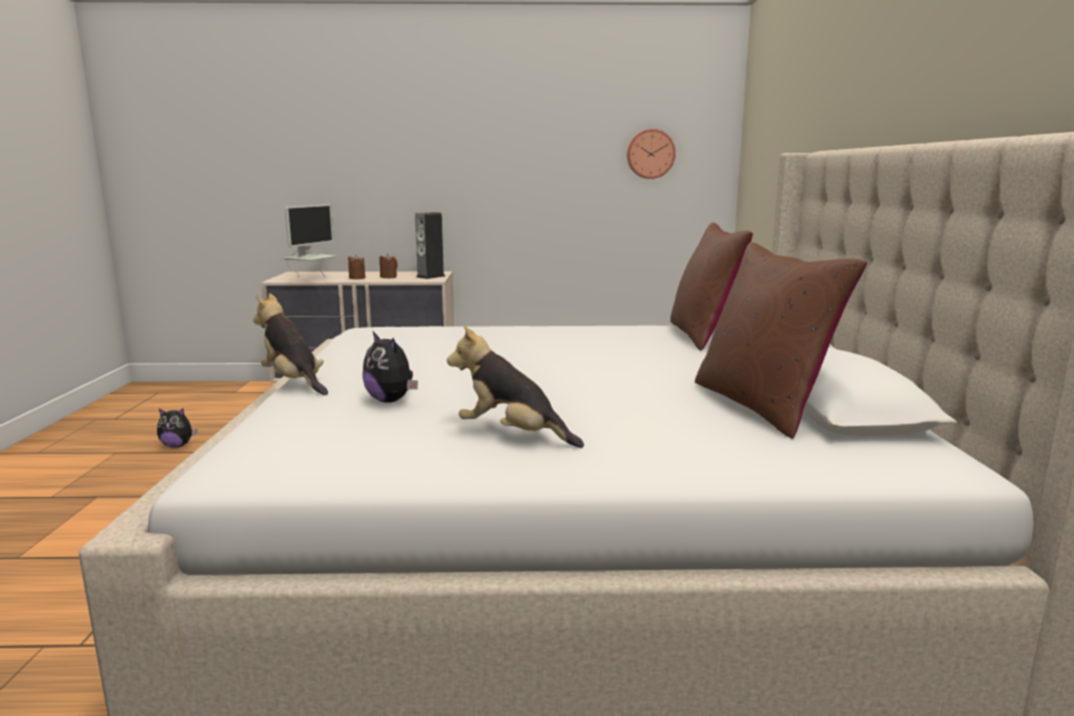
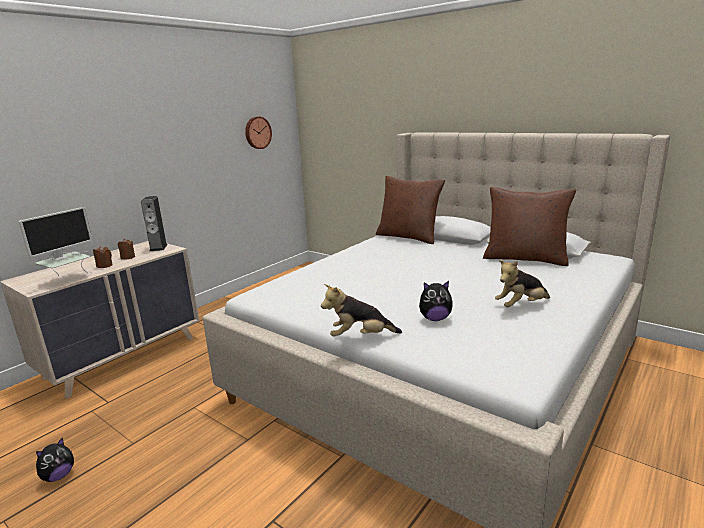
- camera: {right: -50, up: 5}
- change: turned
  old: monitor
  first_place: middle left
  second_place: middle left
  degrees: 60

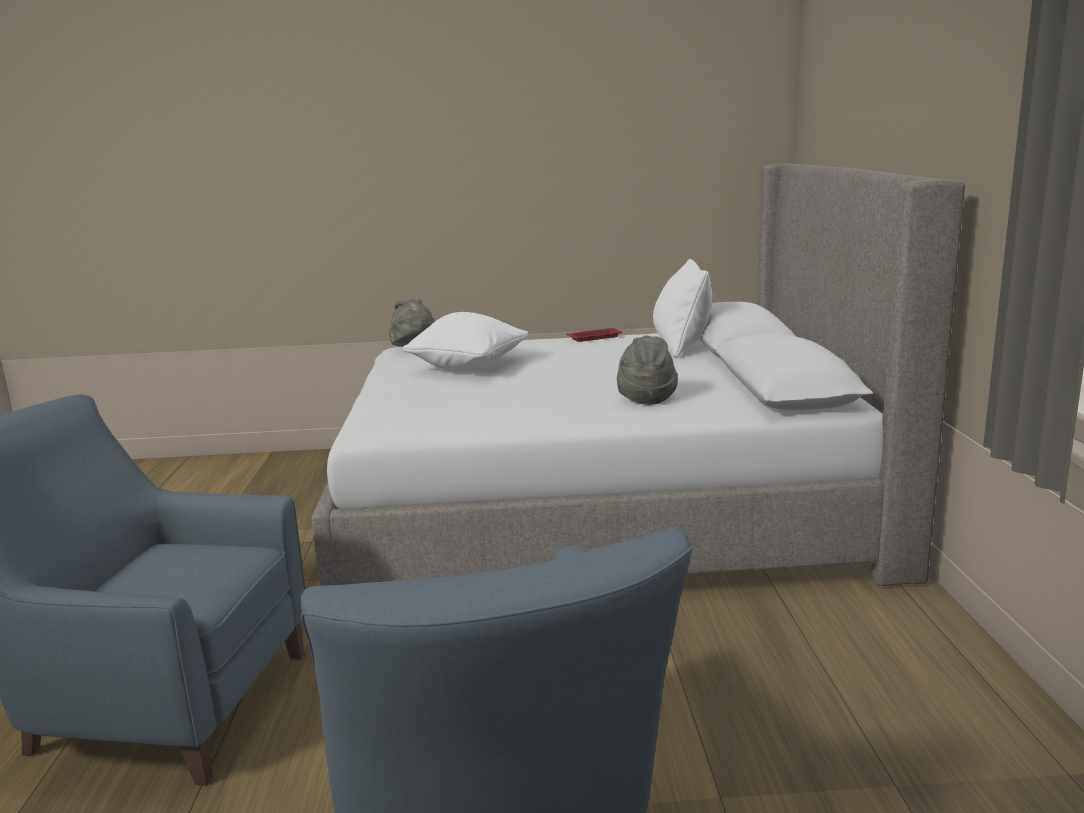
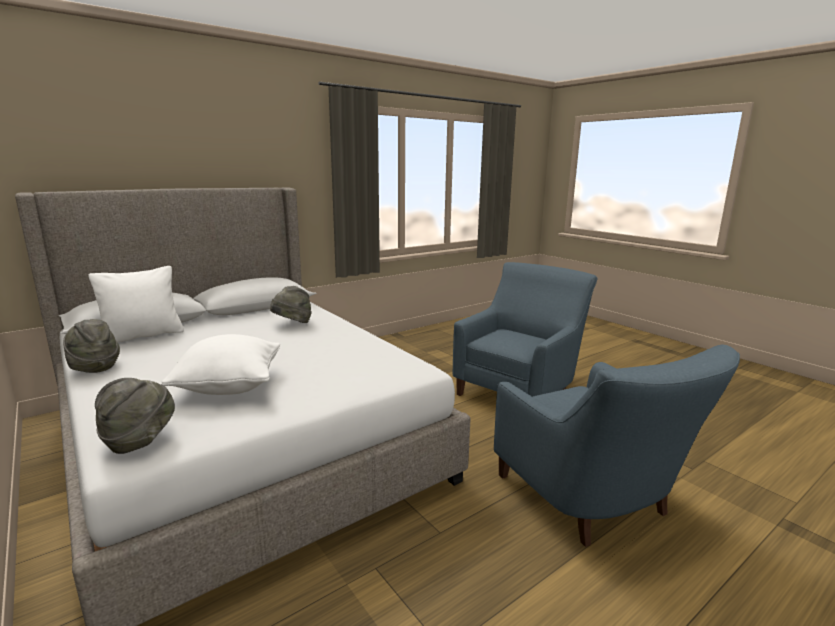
- camera: {right: -125, up: 0}
- change: replaced
  old: red_tray
  new: grey_hat (1st from left)
  first_place: centre
  second_place: middle left

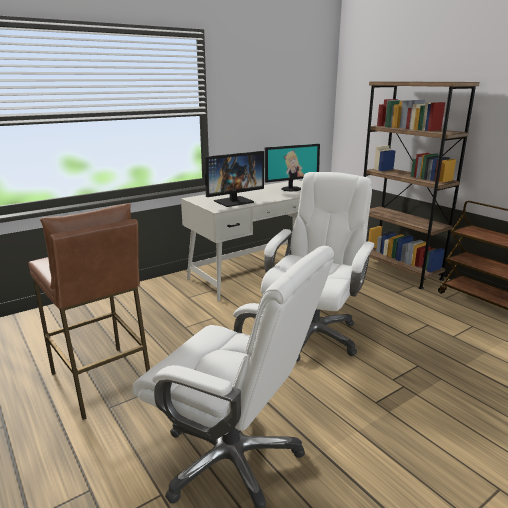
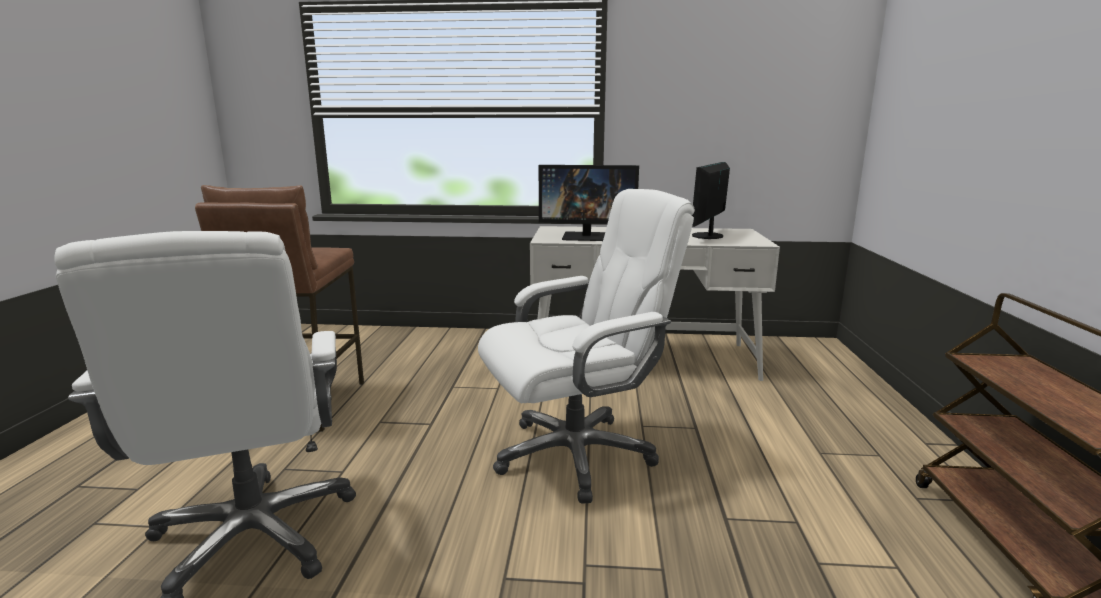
- camera: {right: 40, up: -5}
- change: removed
  old: brown_bookcase
  first_place: middle right
- change: turned
  old: monitor (2nd from left)
  first_place: top centre
  second_place: centre
  degrees: 105

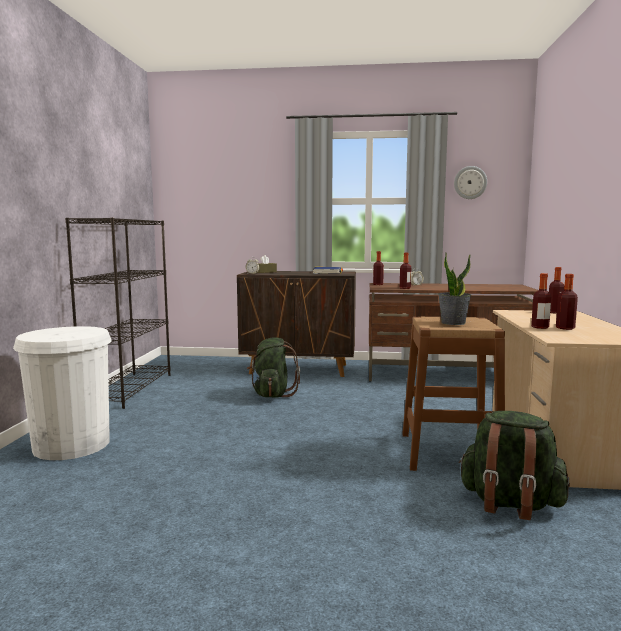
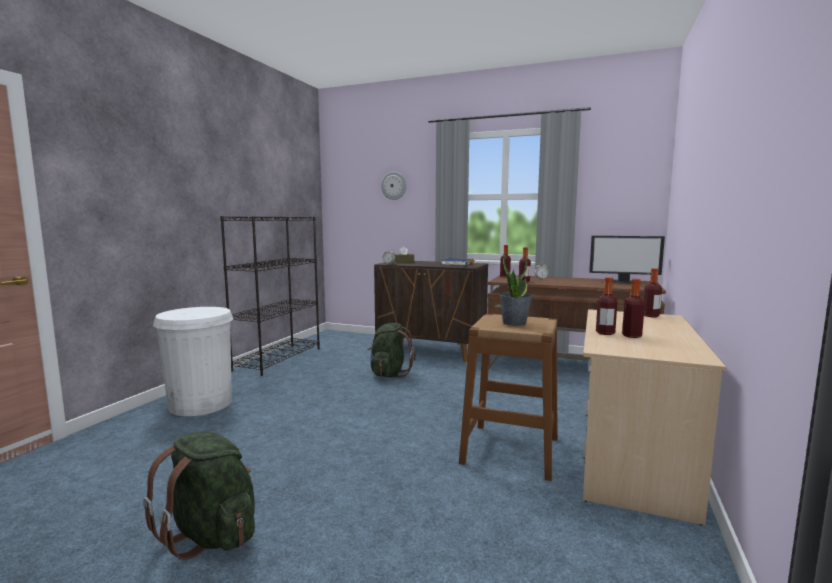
- camera: {right: 15, up: 0}
- change: added
  new: monitor
  second_place: middle right
- change: moved
  old: wall_clock
  first_place: top right
  second_place: top centre
- change: moved
  old: green_backpack (2nd from left in the first image)
  new: green_backpack (1st from left)
  first_place: bottom right
  second_place: bottom left

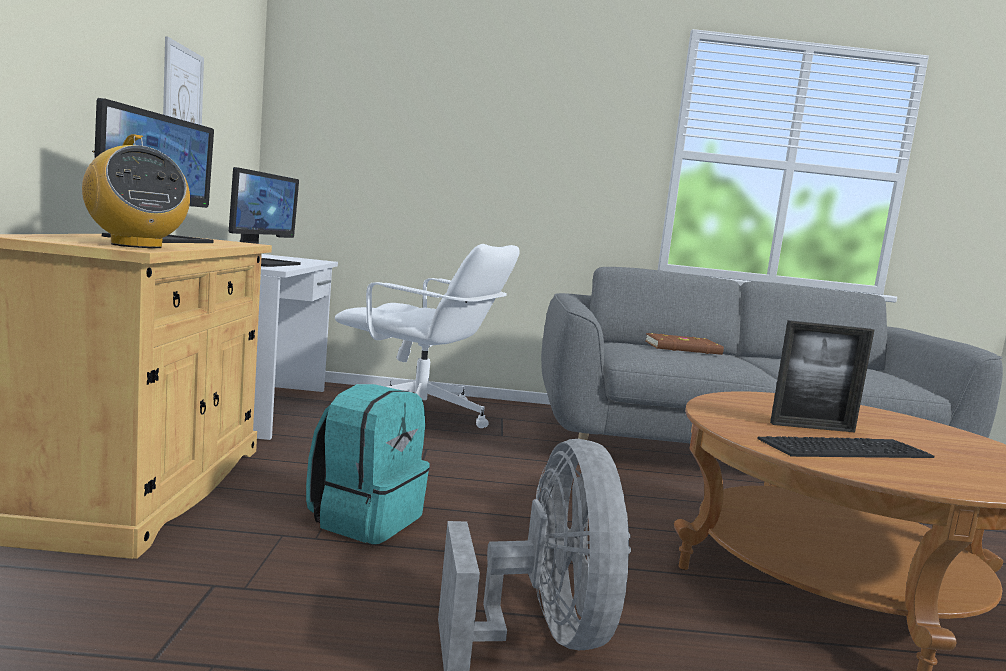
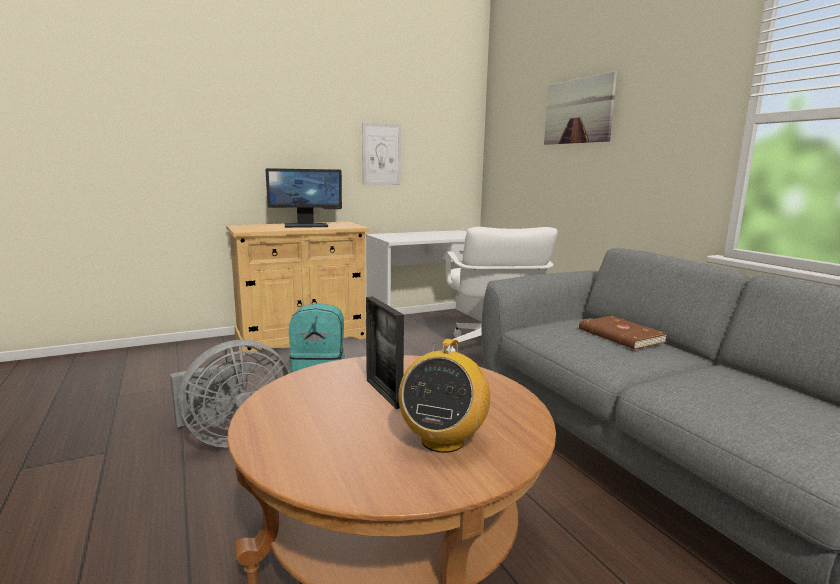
- camera: {right: 65, up: 5}
- change: removed
  old: monitor (2nd from left)
  first_place: top left
- change: removed
  old: keyboard
  first_place: middle right
- change: added
  new: picture (2nd from left)
  second_place: top right
- change: moved
  old: radio
  first_place: top left
  second_place: bottom centre

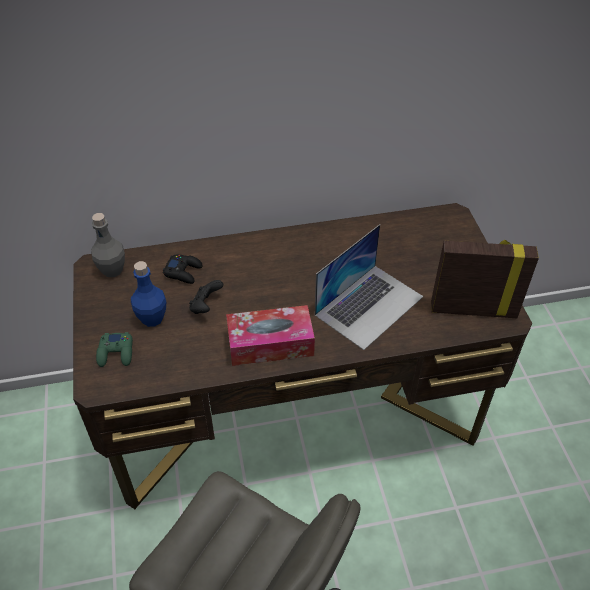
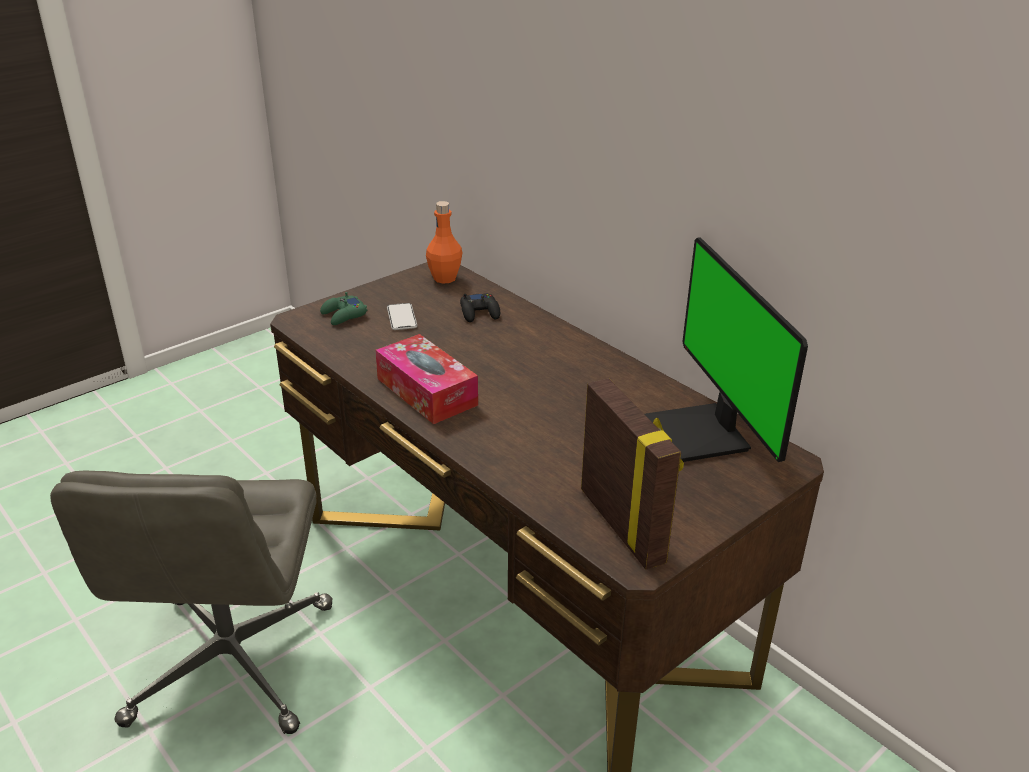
- camera: {right: 60, up: -15}
- change: removed
  old: black_game_controller (2nd from left)
  first_place: centre
- change: removed
  old: laptop
  first_place: centre
- change: added
  new: monitor
  second_place: middle right
- change: replaced
  old: blue_bottle
  new: phone
  first_place: middle left
  second_place: centre
- change: recoloured
  old: grey_bottle
  new: orange_bottle
  first_place: middle left
  second_place: top centre

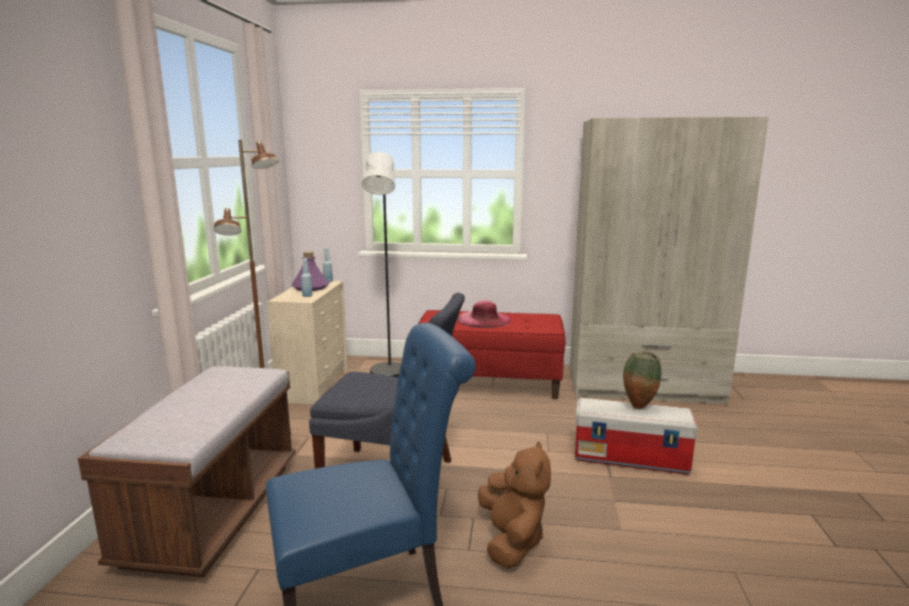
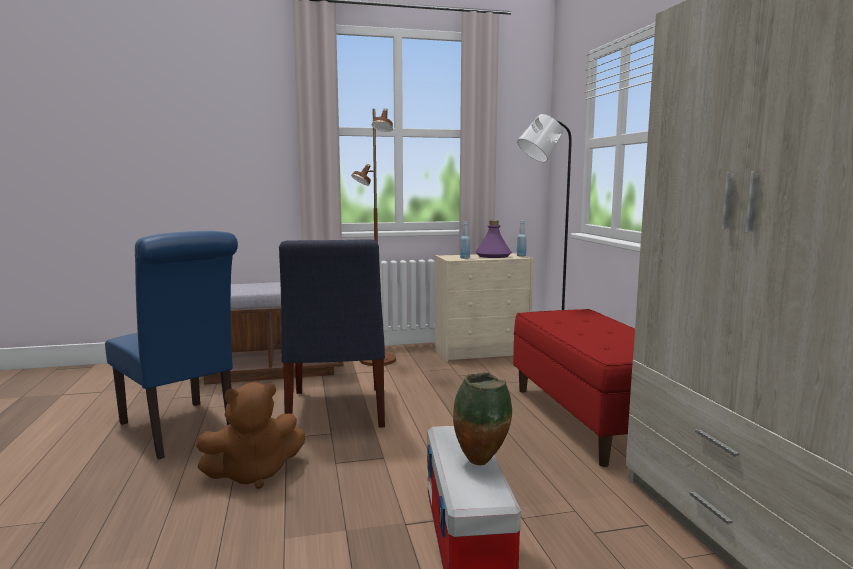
- camera: {right: 70, up: -5}
- change: removed
  old: pink_hat
  first_place: centre

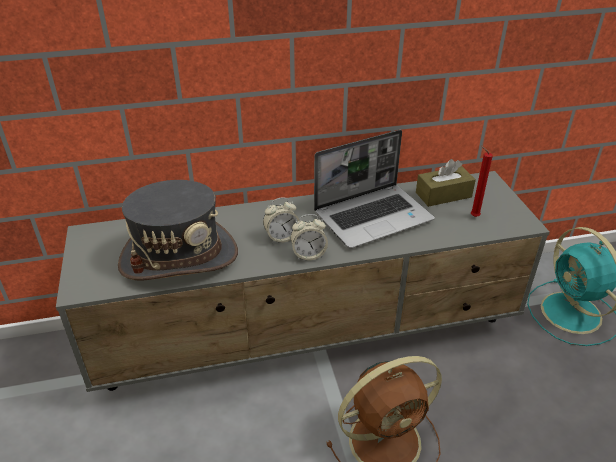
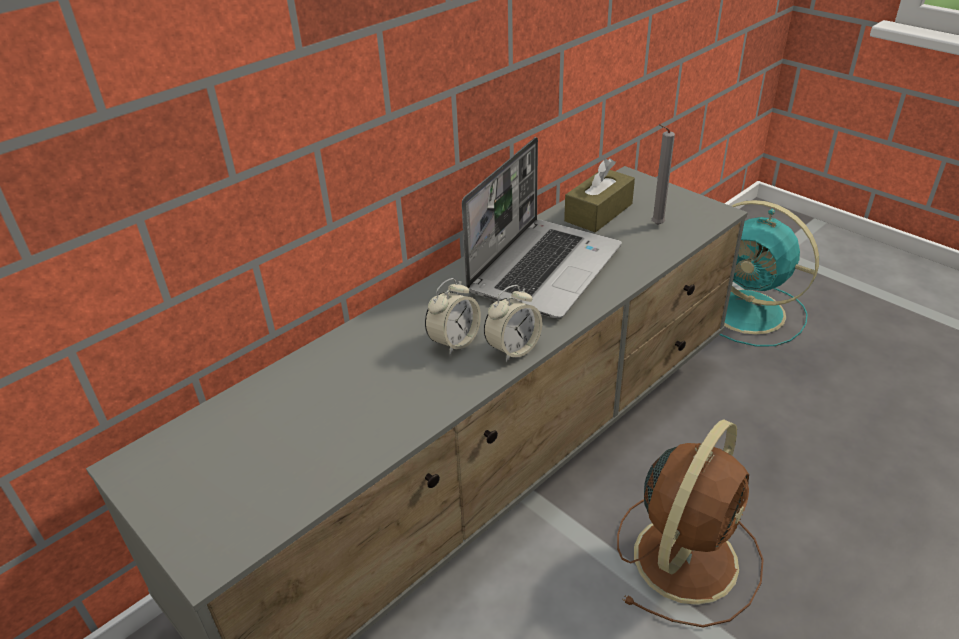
- camera: {right: -30, up: 0}
- change: removed
  old: grey_hat
  first_place: middle left
- change: recoloured
  old: red_candle
  new: grey_candle
  first_place: middle right
  second_place: top right

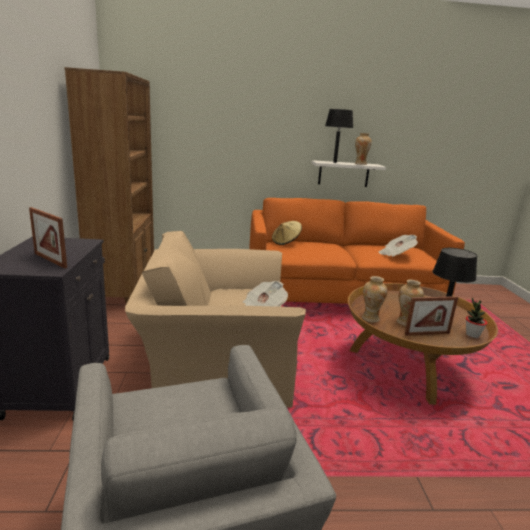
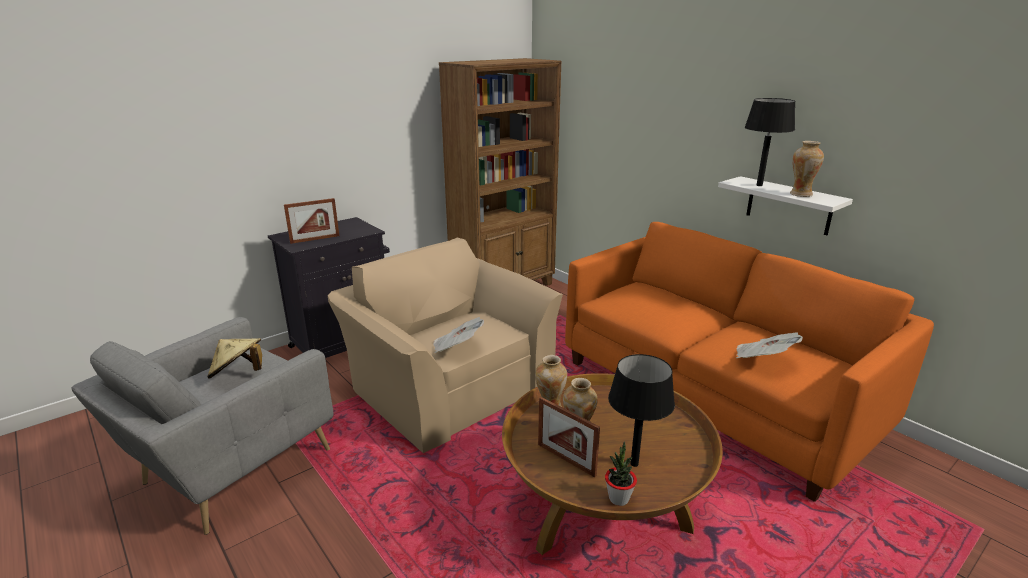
- camera: {right: 55, up: 5}
- change: moved
  old: beige_hat
  first_place: centre
  second_place: middle left
- change: turned
  old: picture_frame (1st from left)
  first_place: middle left
  second_place: middle left
  degrees: -120

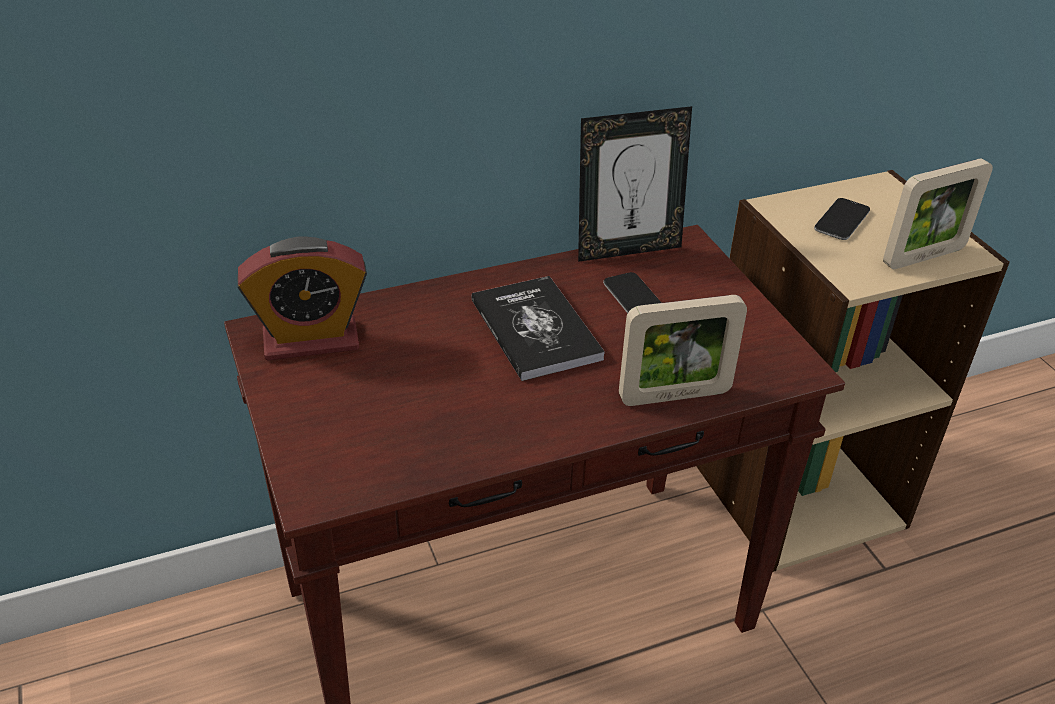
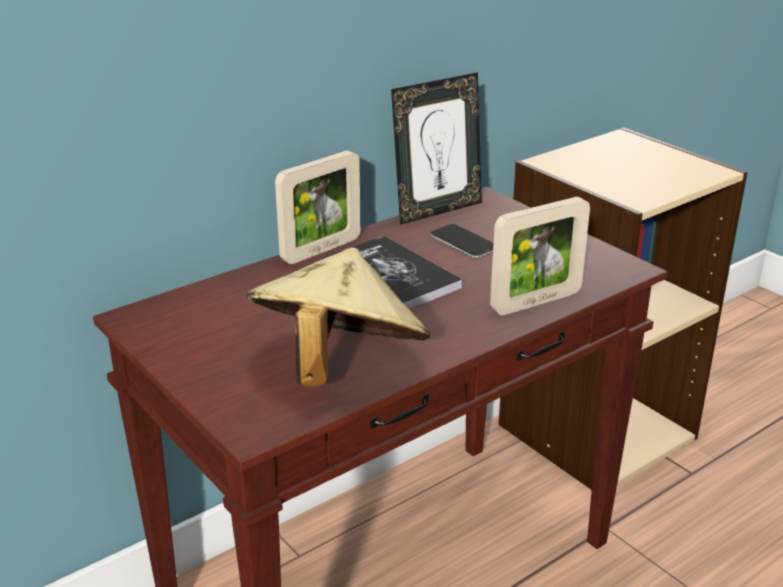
- camera: {right: -15, up: -10}
- change: removed
  old: alarm_clock
  first_place: middle left
- change: removed
  old: phone (2nd from left)
  first_place: top right
- change: added
  new: beige_hat
  second_place: centre
- change: moved
  old: picture_frame (3rd from left in the first image)
  new: picture_frame (1st from left)
  first_place: top right
  second_place: centre

